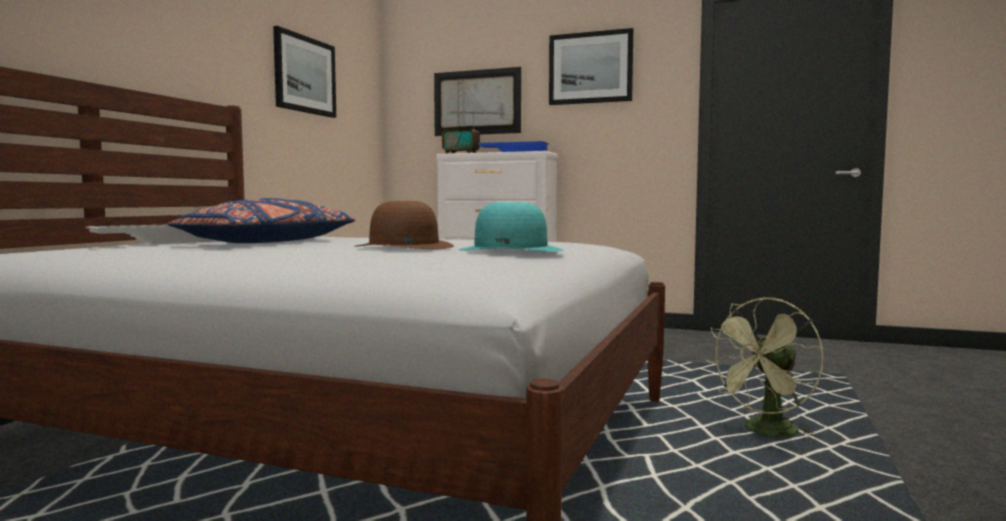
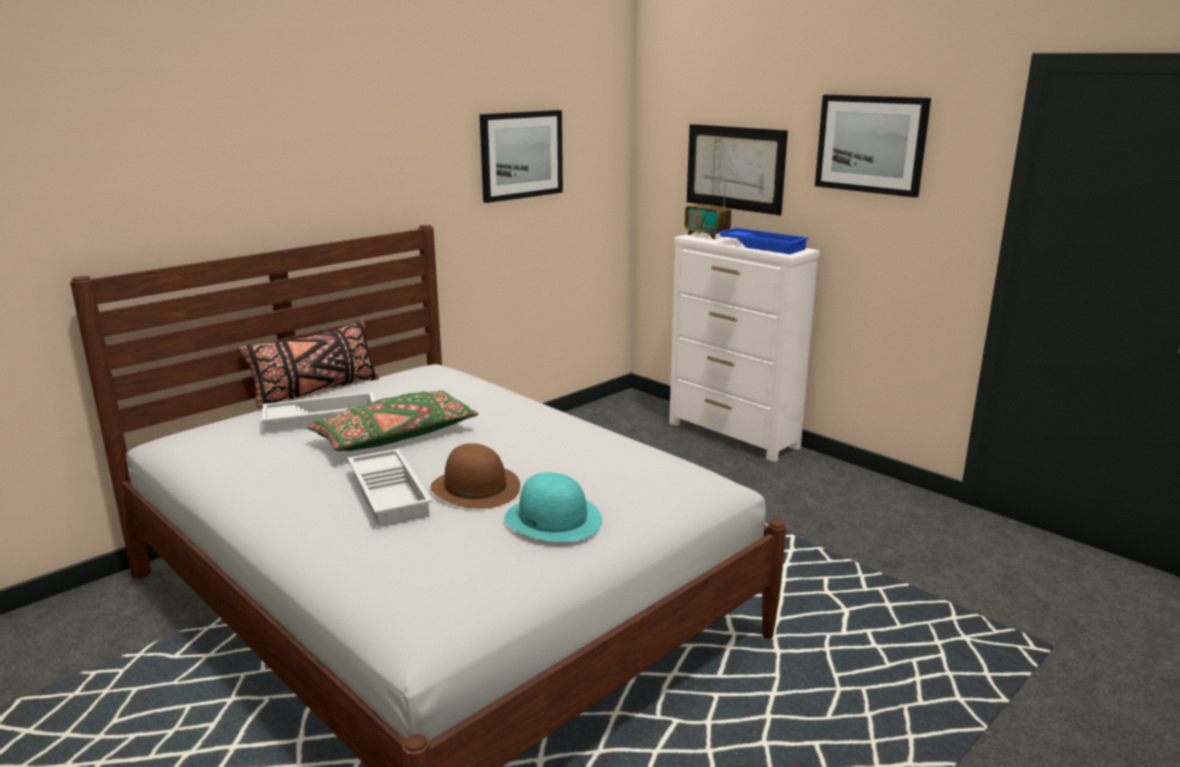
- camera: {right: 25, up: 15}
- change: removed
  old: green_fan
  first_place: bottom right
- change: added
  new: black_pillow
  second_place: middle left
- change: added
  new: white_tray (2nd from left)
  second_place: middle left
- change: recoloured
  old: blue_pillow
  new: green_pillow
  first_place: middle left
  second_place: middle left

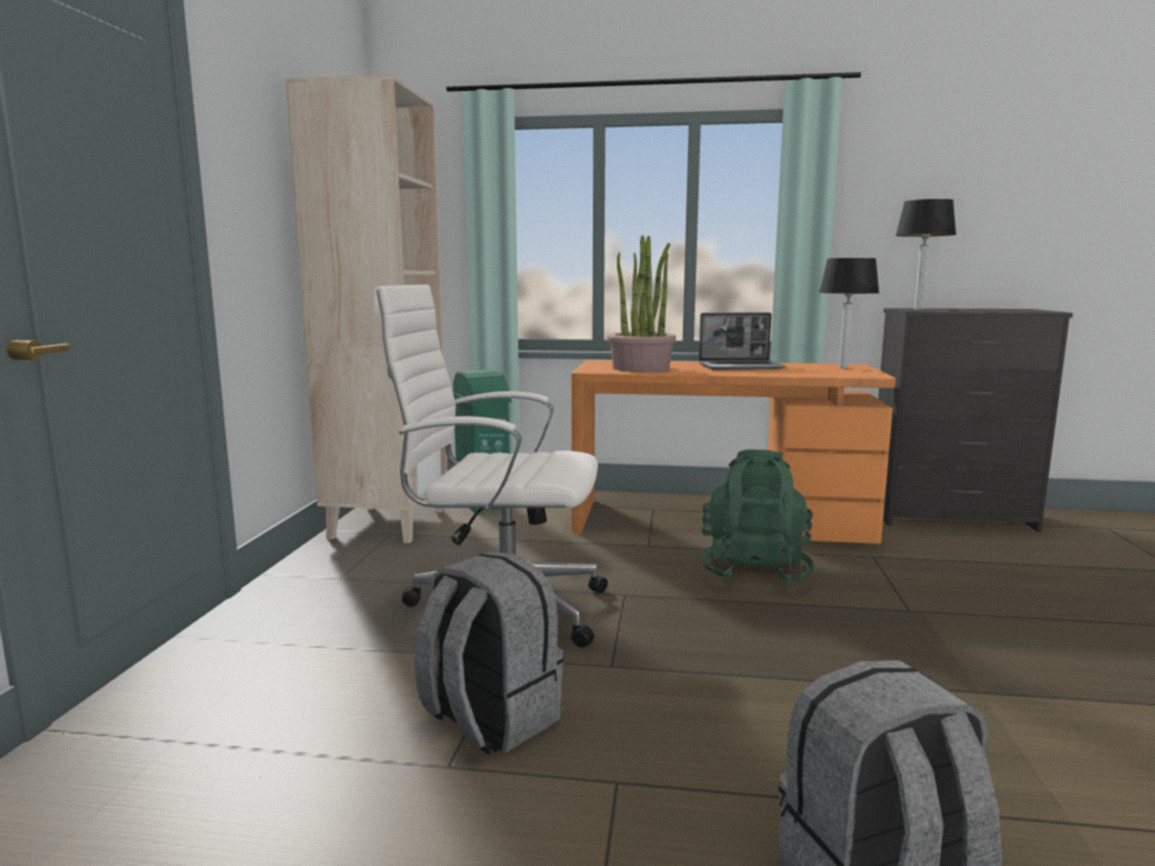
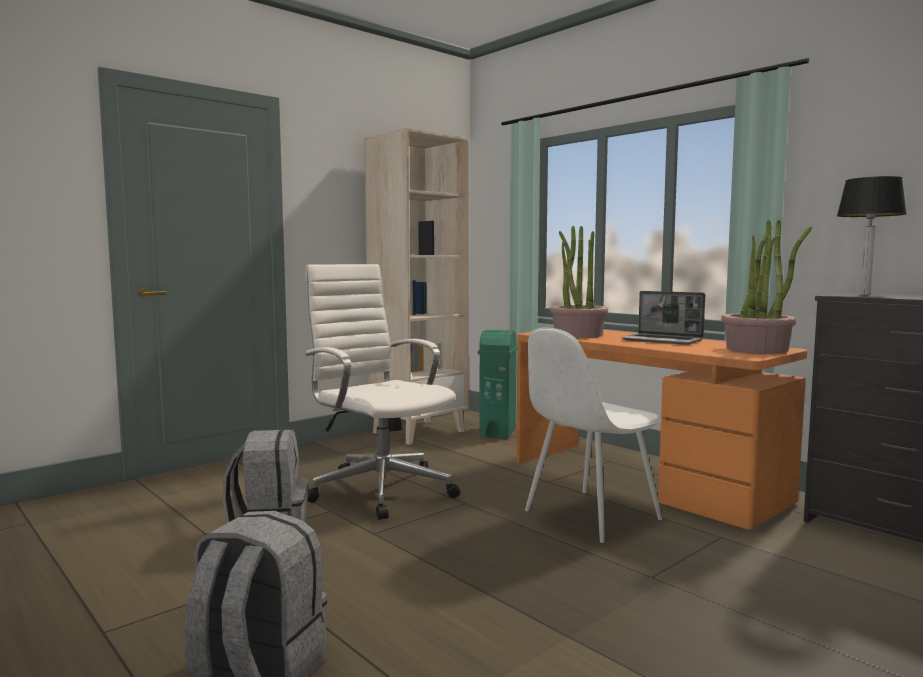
- camera: {right: 40, up: -5}
- change: replaced
  old: green_backpack
  new: white_chair
  first_place: centre
  second_place: centre
- change: replaced
  old: table_lamp (1st from left)
  new: potted_plant (2nd from left)
  first_place: middle right
  second_place: middle right

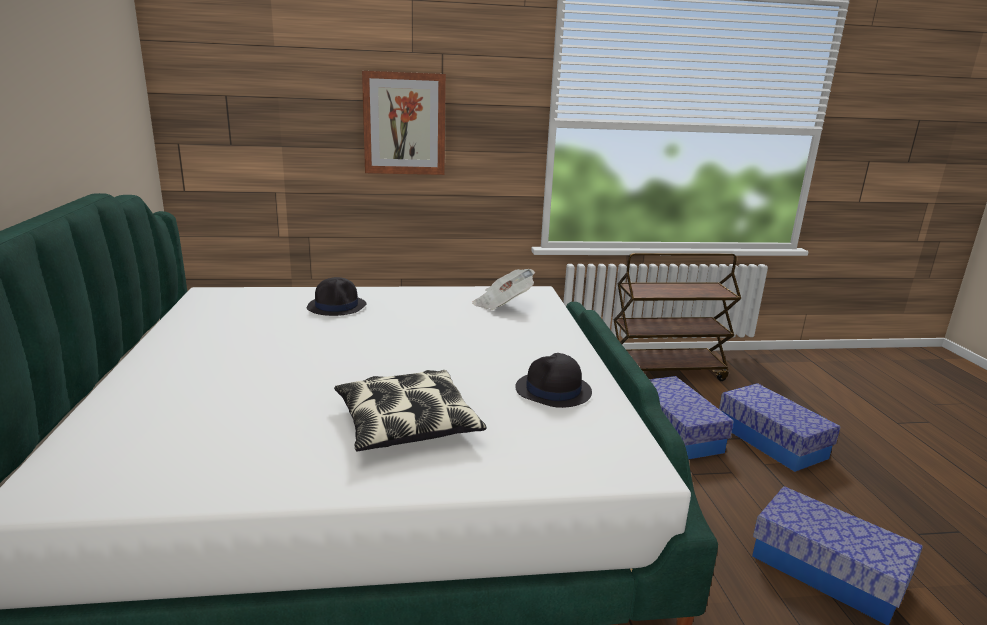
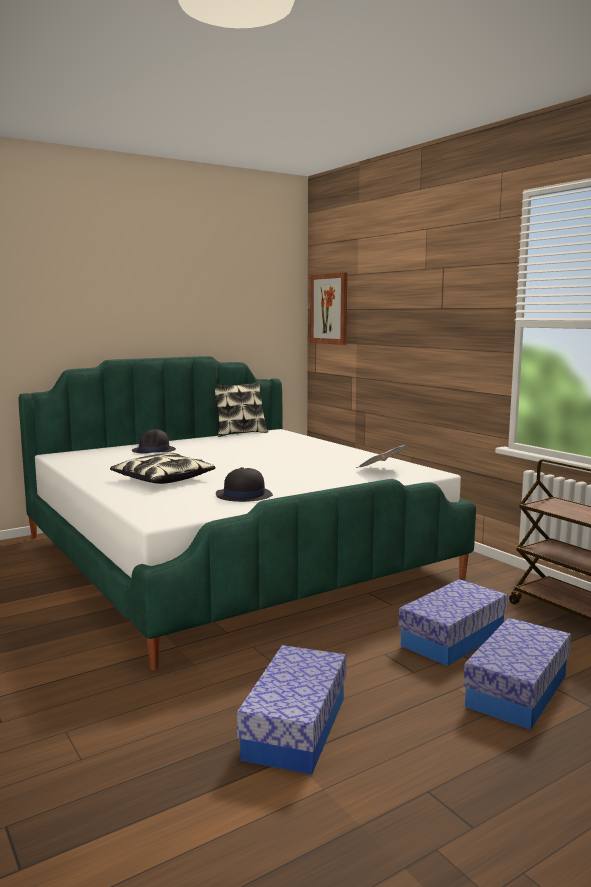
- camera: {right: 65, up: -10}
- change: added
  new: pillow (2nd from left)
  second_place: centre
- change: moved
  old: black_hat (1st from left)
  first_place: centre
  second_place: middle left
- change: moved
  old: picture
  first_place: top centre
  second_place: centre

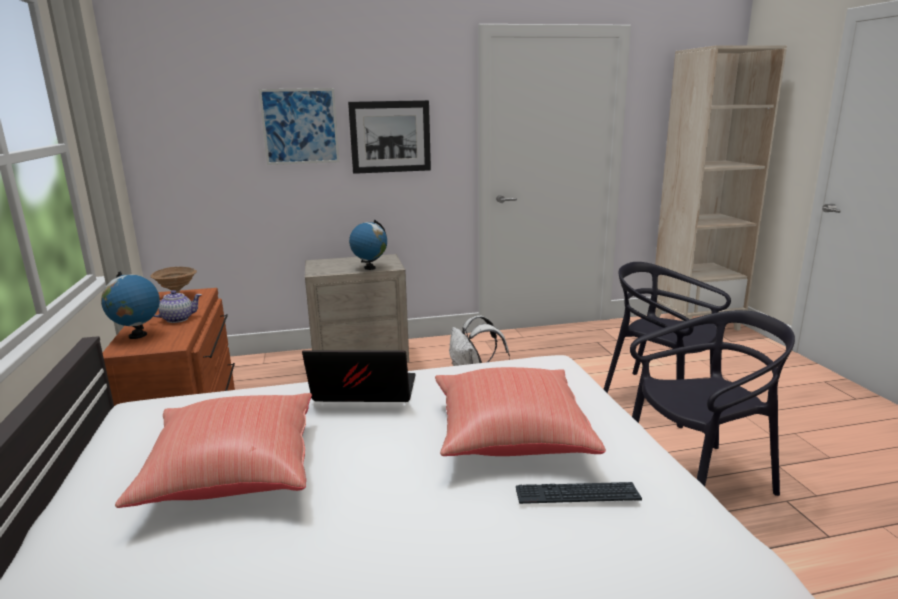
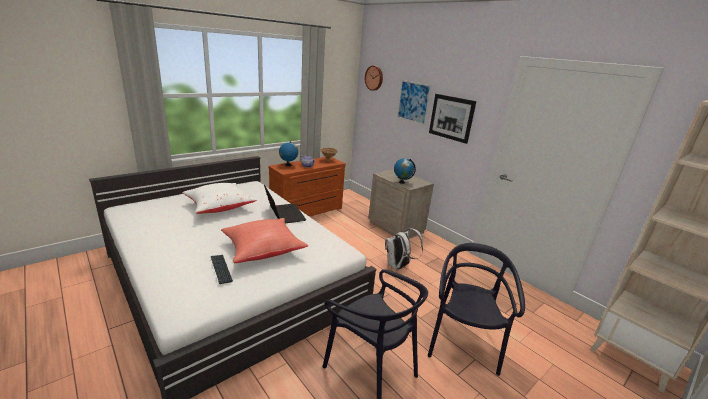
- camera: {right: 60, up: 5}
- change: added
  new: wall_clock
  second_place: top centre
- change: recoloured
  old: red_pillow (1st from left)
  new: white_pillow
  first_place: bottom left
  second_place: middle left

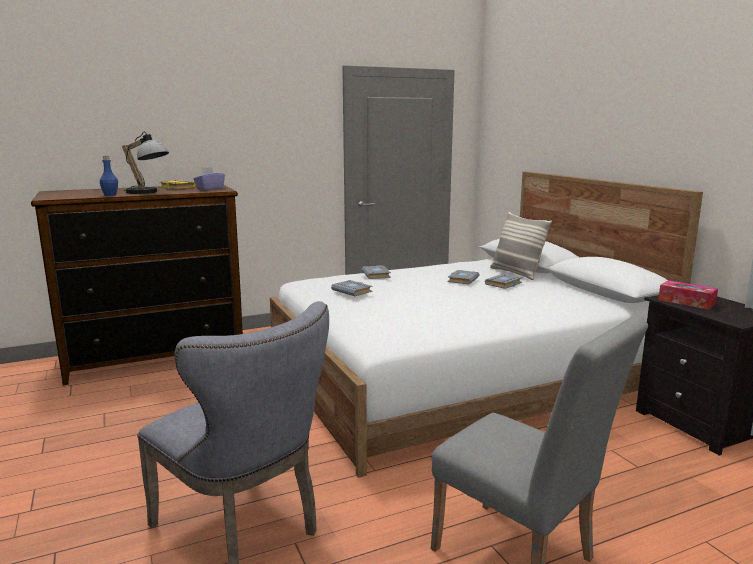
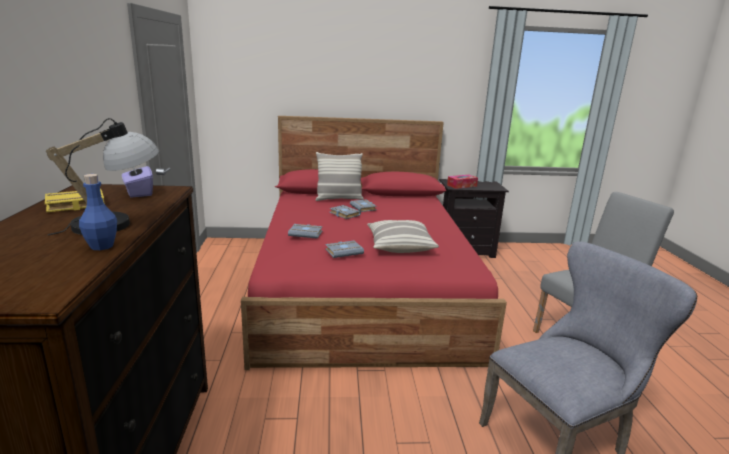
- camera: {right: -70, up: 5}
- change: added
  new: pillow (2nd from left)
  second_place: centre
- change: recoloured
  old: white_bed
  new: red_bed
  first_place: centre
  second_place: centre

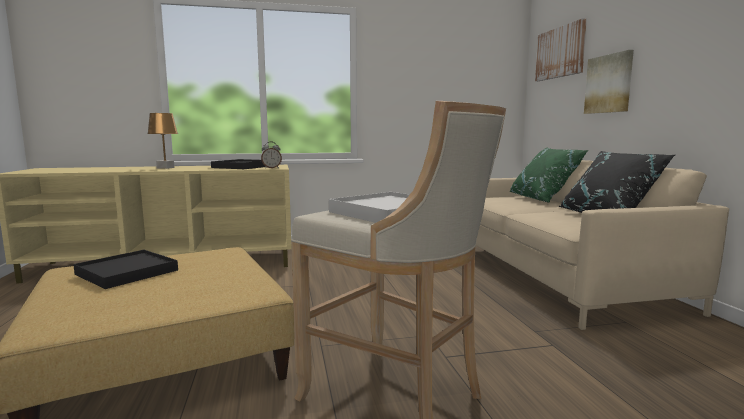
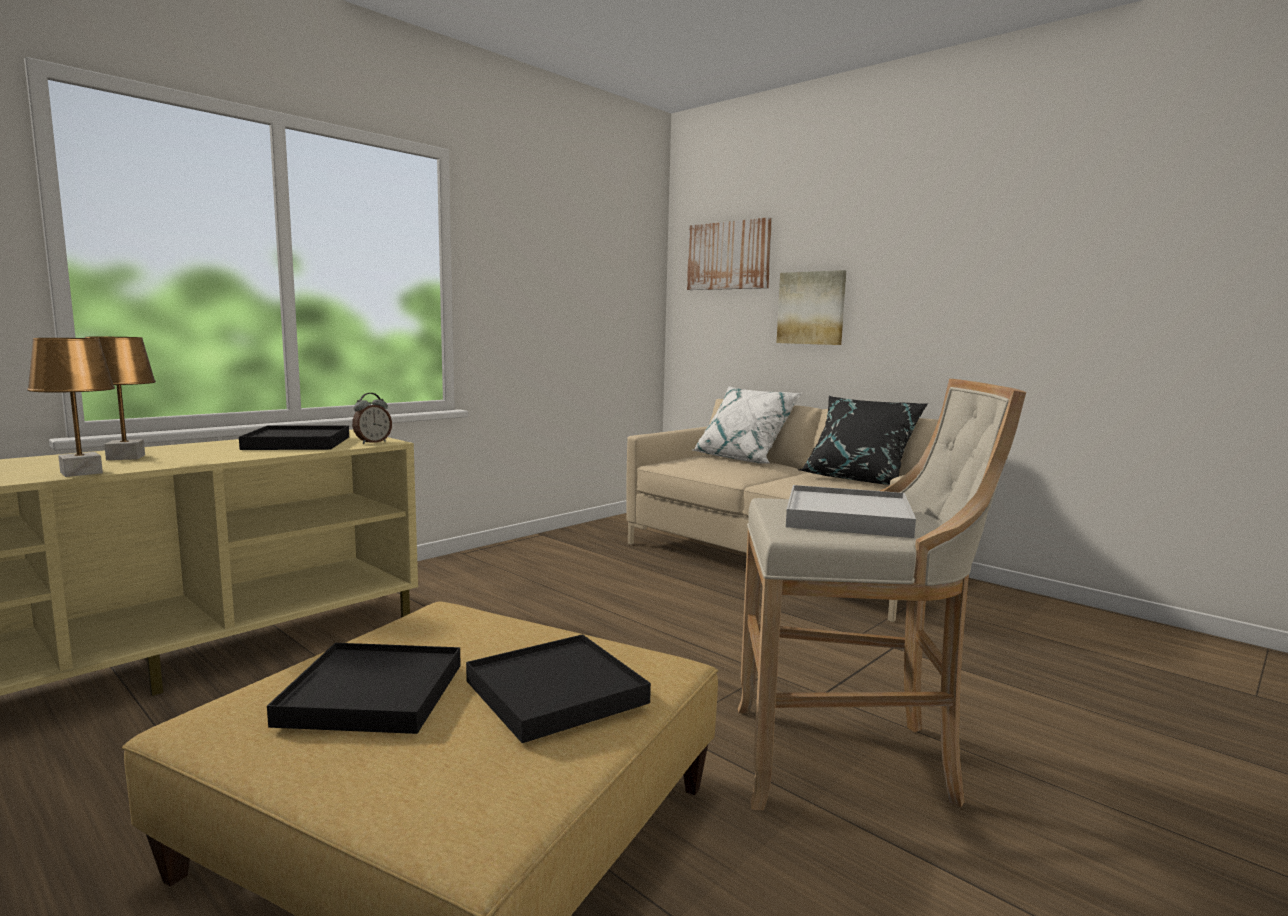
- camera: {right: -35, up: 0}
- change: added
  new: brown_table_lamp (1st from left)
  second_place: middle left
- change: added
  new: black_tray (3rd from left)
  second_place: bottom centre
- change: recoloured
  old: green_pillow
  new: white_pillow
  first_place: middle right
  second_place: centre

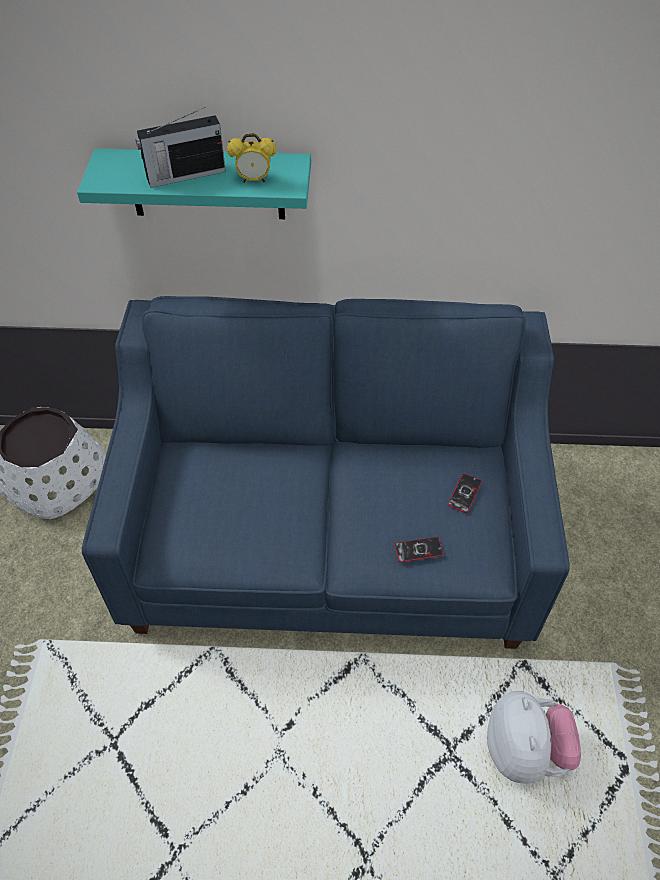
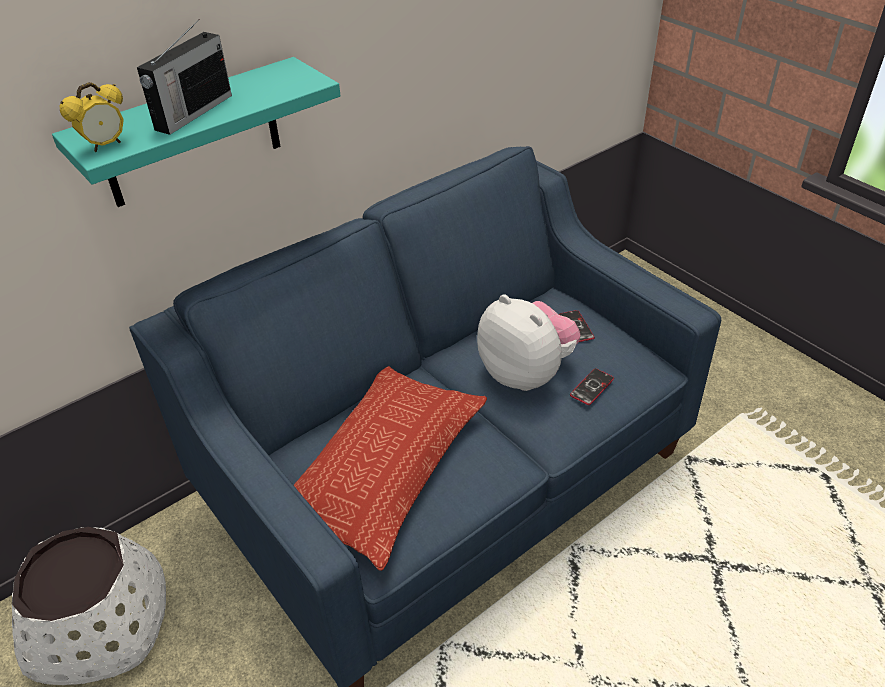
- camera: {right: -40, up: -10}
- change: added
  new: pillow
  second_place: bottom centre
- change: moved
  old: alarm_clock
  first_place: top centre
  second_place: top left
- change: moved
  old: plush_toy
  first_place: bottom right
  second_place: centre

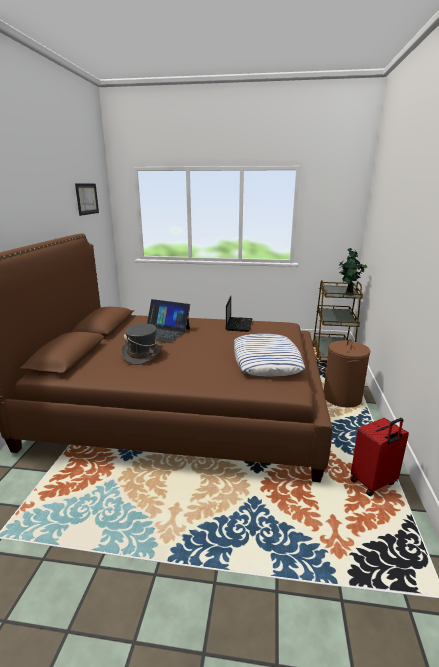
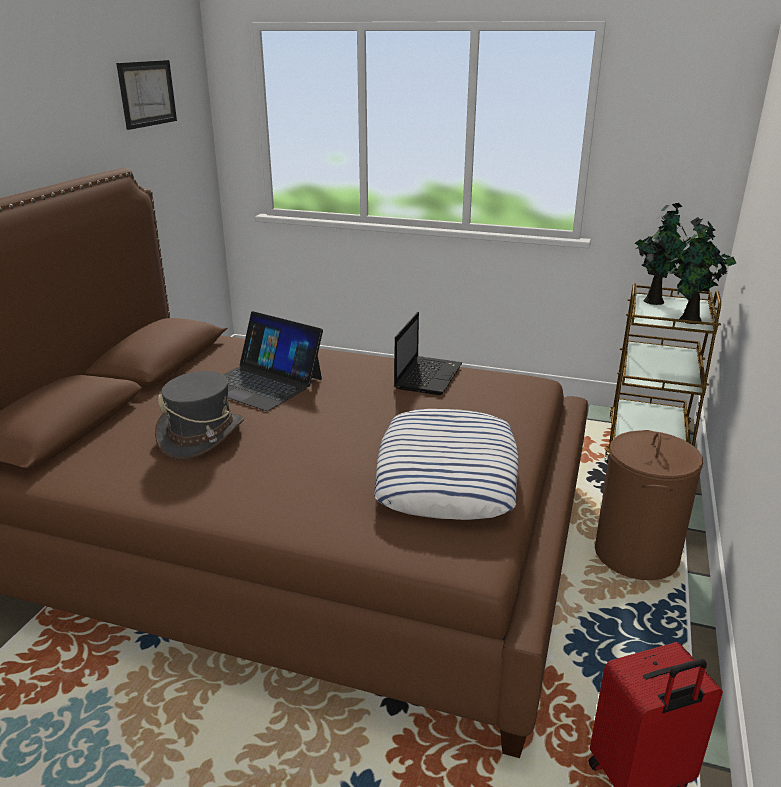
- camera: {right: 10, up: 5}
- change: added
  new: potted_plant (1st from left)
  second_place: top right

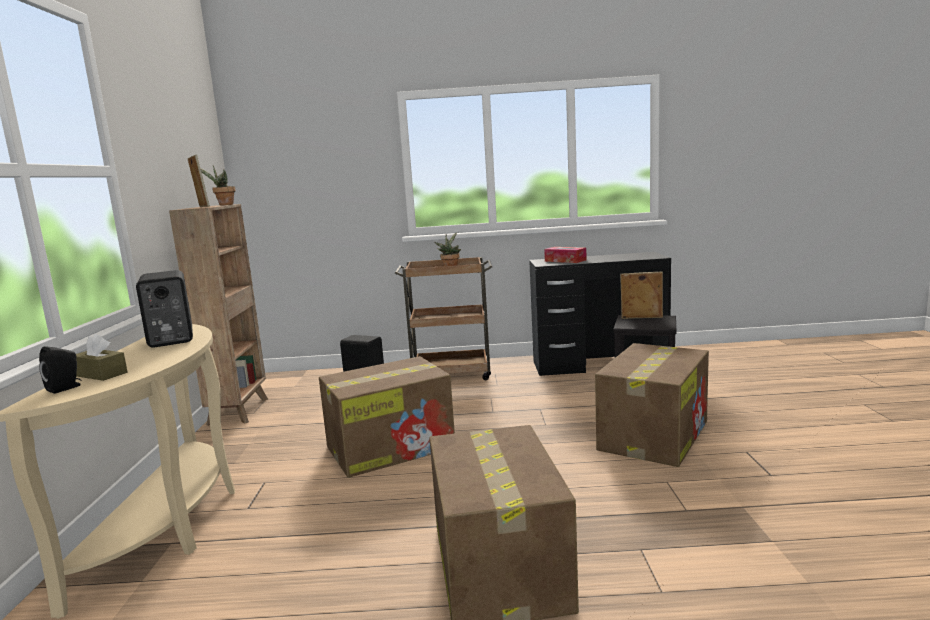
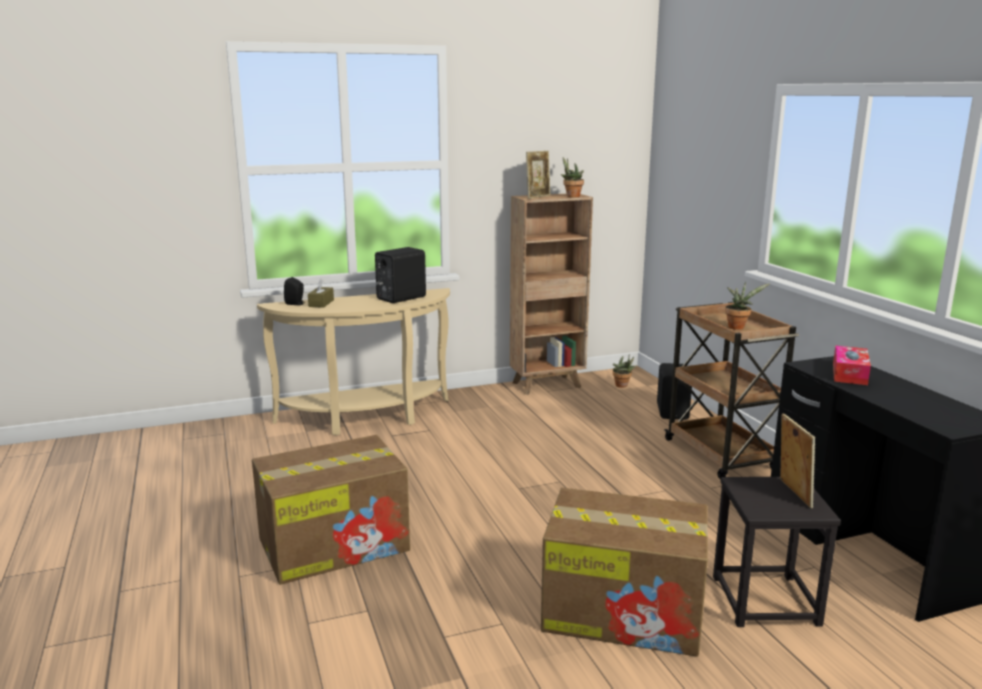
- camera: {right: 70, up: 5}
- change: removed
  old: cardboard_box (1st from left)
  first_place: bottom centre
- change: added
  new: potted_plant (2nd from left)
  second_place: centre

